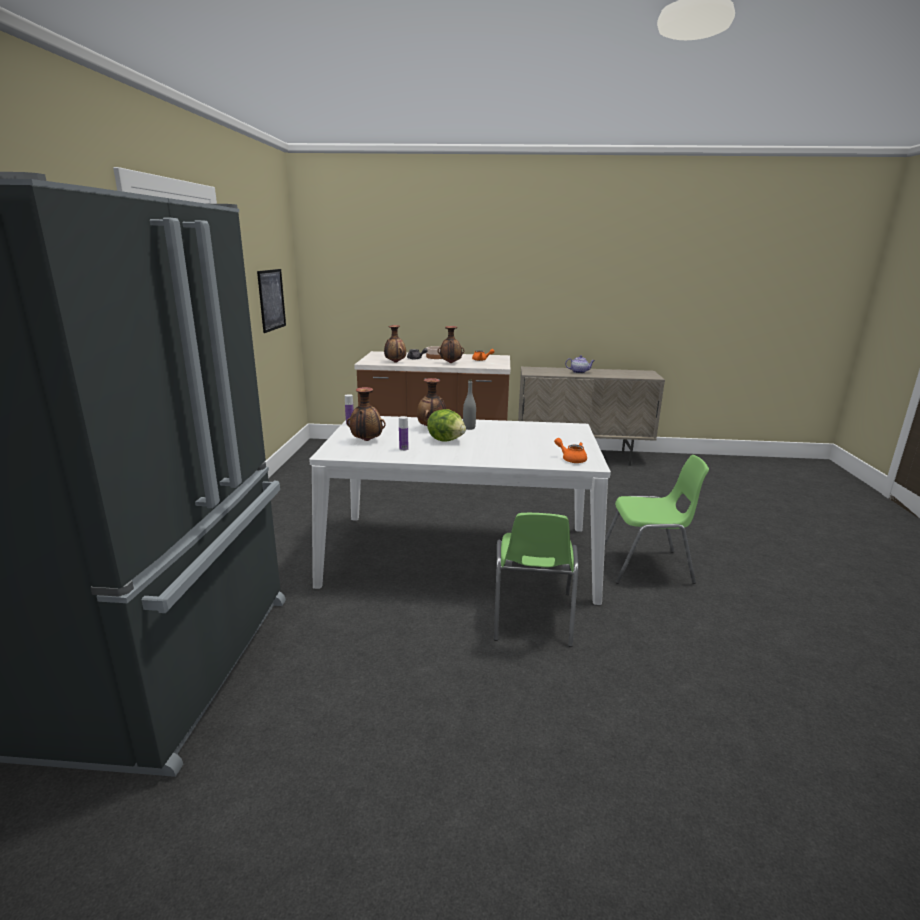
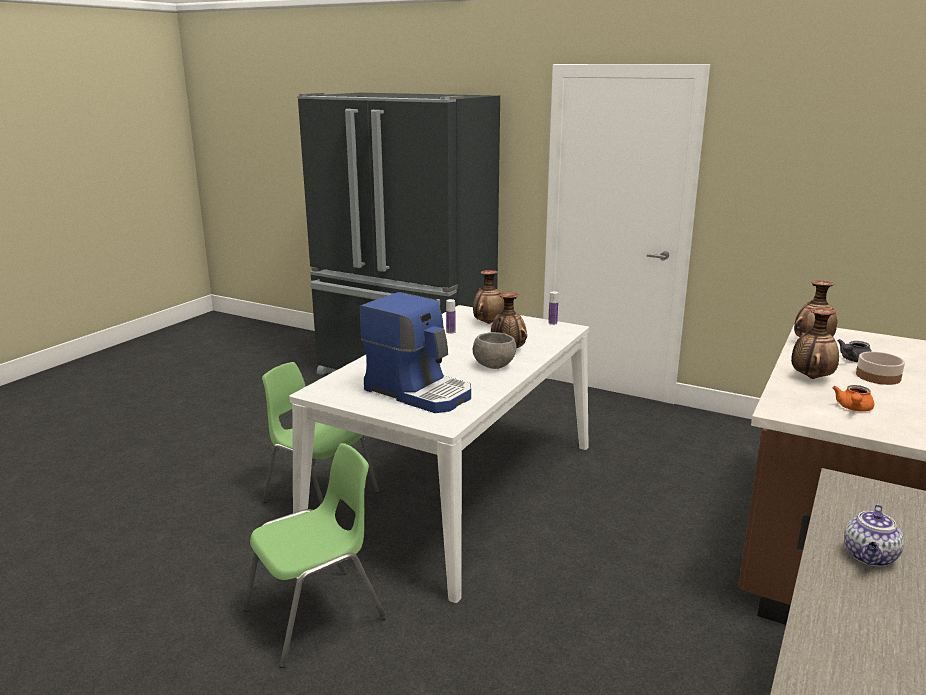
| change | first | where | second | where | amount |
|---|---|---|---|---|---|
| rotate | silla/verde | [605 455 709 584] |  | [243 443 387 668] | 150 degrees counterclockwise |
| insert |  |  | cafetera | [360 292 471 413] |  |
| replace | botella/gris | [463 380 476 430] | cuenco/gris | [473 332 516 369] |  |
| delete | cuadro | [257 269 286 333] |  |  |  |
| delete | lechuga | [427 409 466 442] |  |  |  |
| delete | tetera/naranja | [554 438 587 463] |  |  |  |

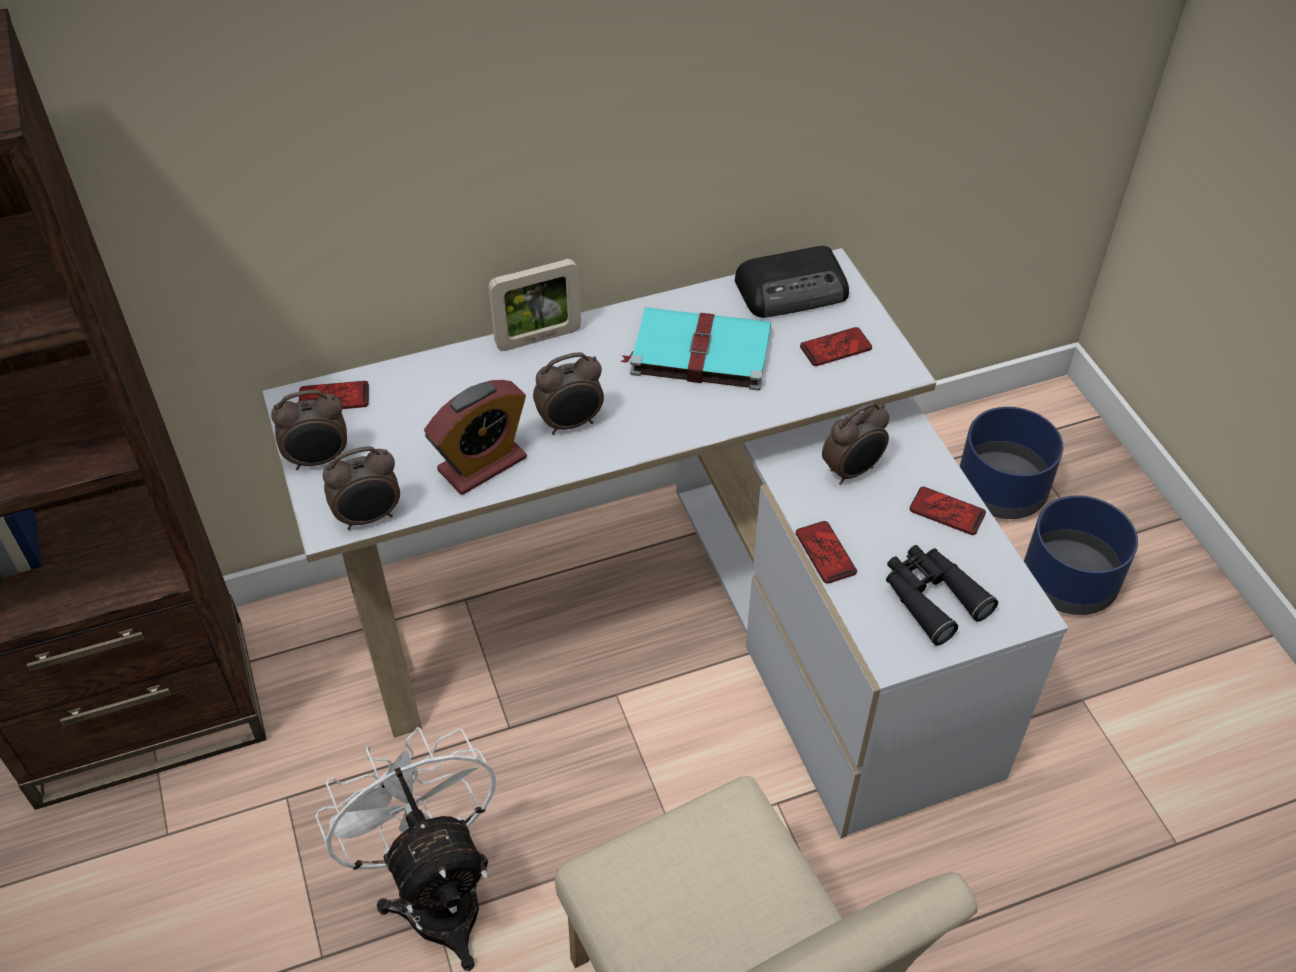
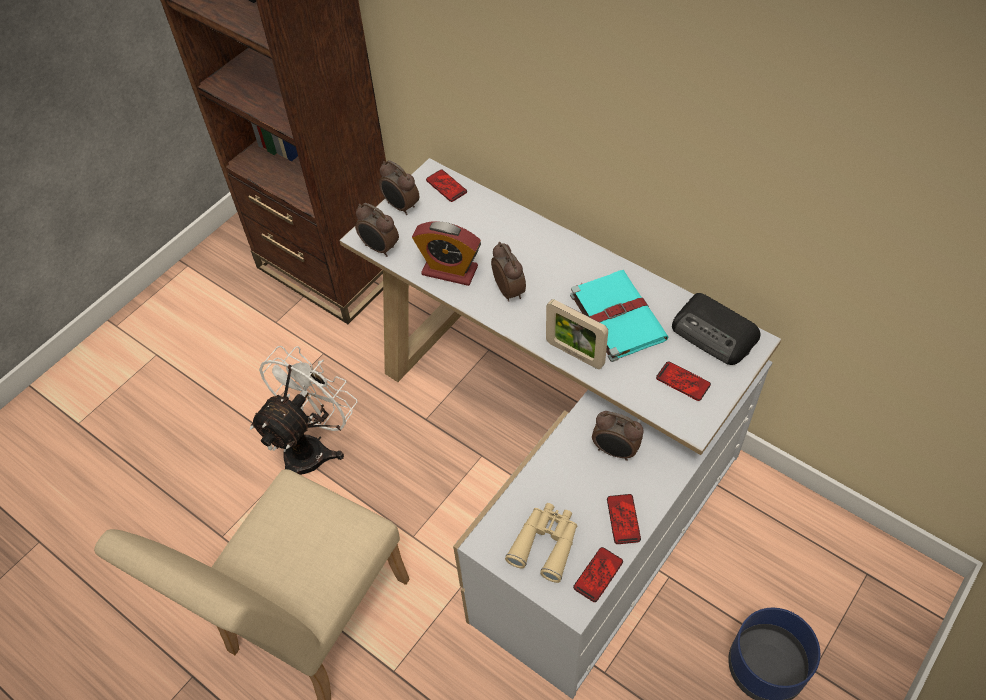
| change | first | where | second | where | amount |
|---|---|---|---|---|---|
| rotate | despertador | [533 352 604 435] |  | [491 242 526 302] | 150 degrees counterclockwise |
| recolor | prismáticos/negro | [886 545 998 646] | prismáticos/beis | [505 503 577 583] |  |
| move | portarretratos | [488 259 581 351] |  | [546 299 608 369] |  |
| move | móvil | [796 521 857 584] |  | [573 547 623 602] |  |
| delete | maceta/azul | [959 407 1063 519] |  |  |  |

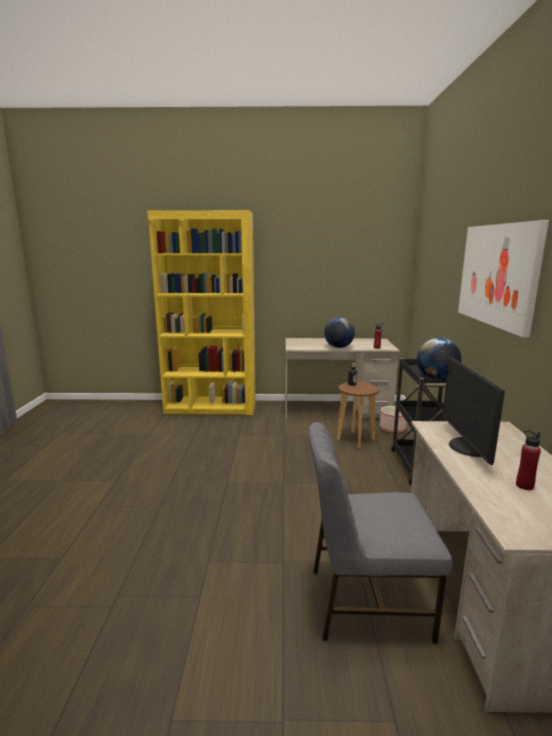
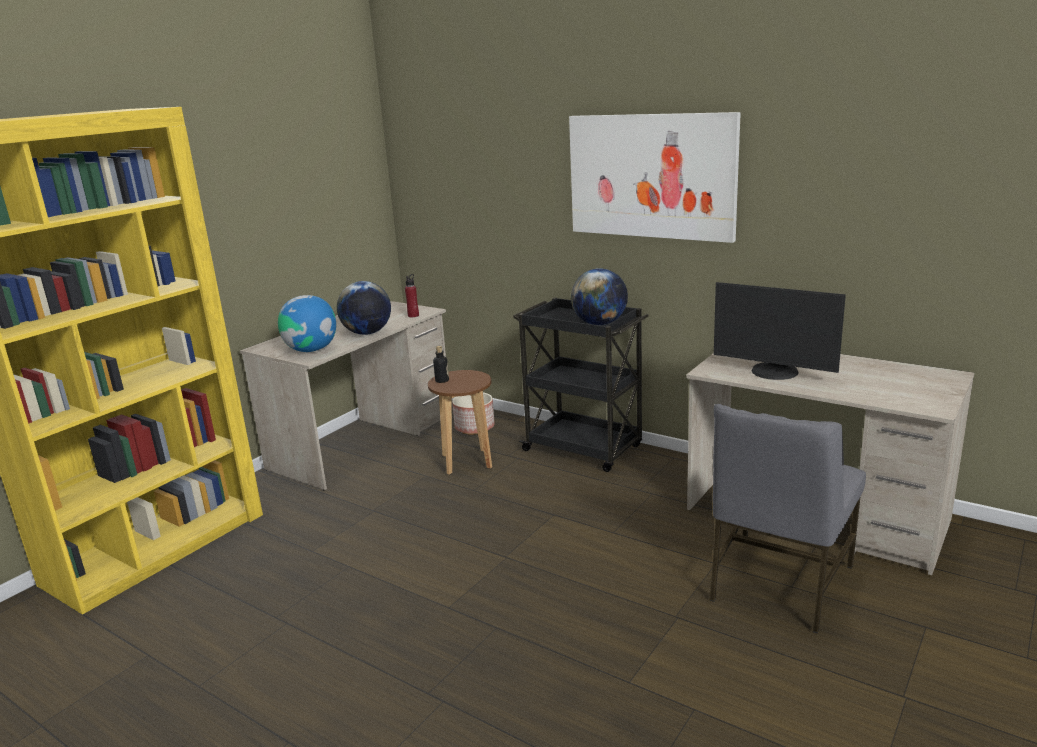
| change | first | where | second | where | amount |
|---|---|---|---|---|---|
| insert |  |  | globo terráqueo | [278 295 336 352] |  |
| delete | botella/rojo | [516 430 541 490] |  |  |  |

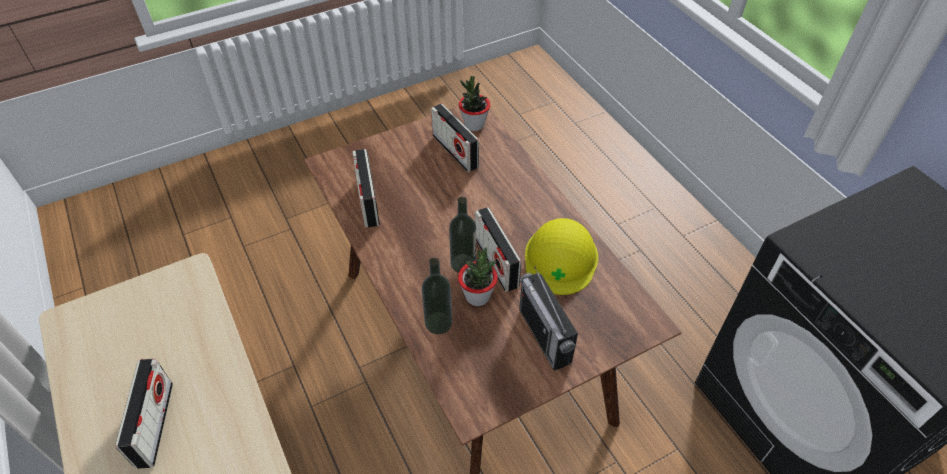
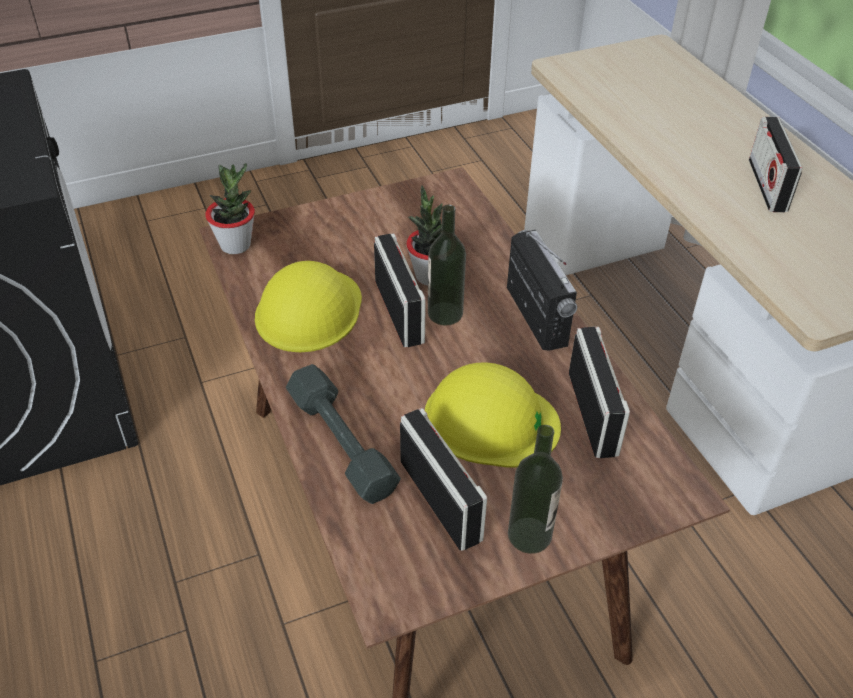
| change | first | where | second | where | amount |
|---|---|---|---|---|---|
| move | planta en maceta | [459 76 490 131] |  | [205 163 255 254] |  |
| insert |  |  | mancuerna/gris | [286 364 401 504] |  |
| insert |  |  | casco/amarillo | [425 362 561 468] |  |
| move | radio | [519 267 578 371] |  | [507 230 578 351] |  |
| move | botella | [421 258 452 334] |  | [508 425 563 554] |  |

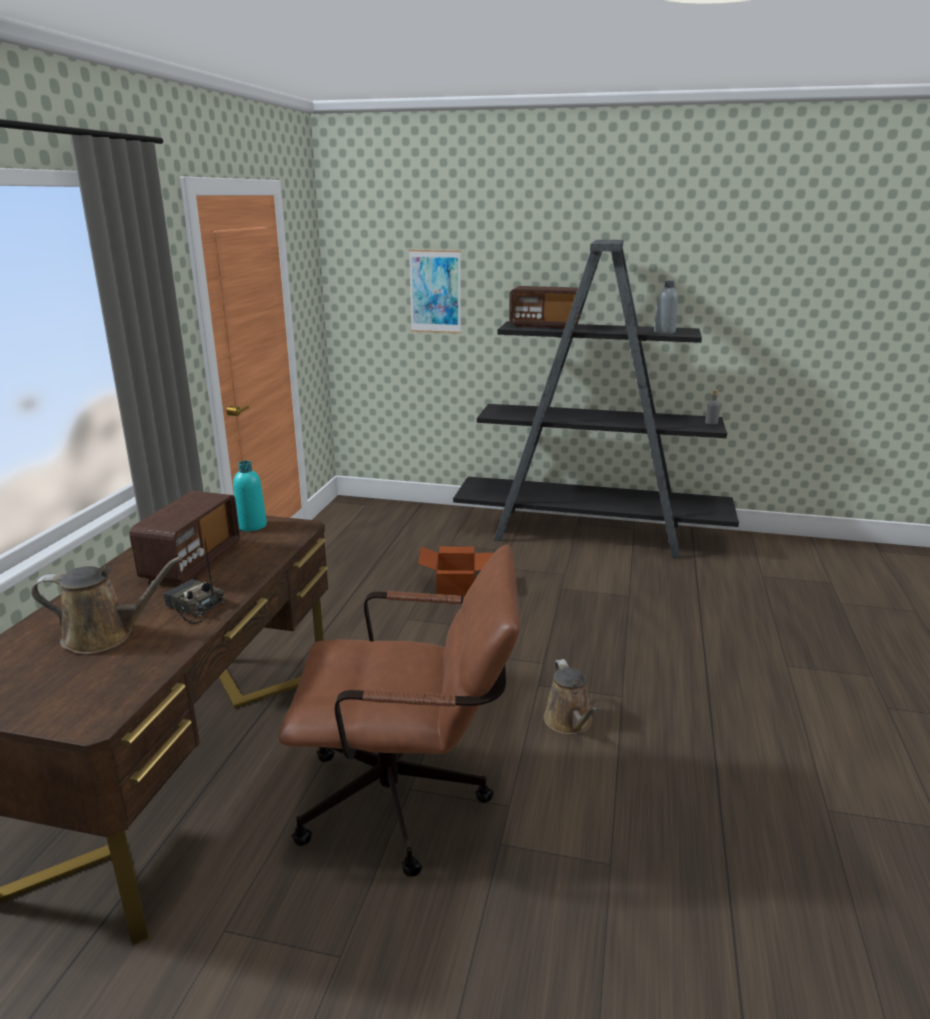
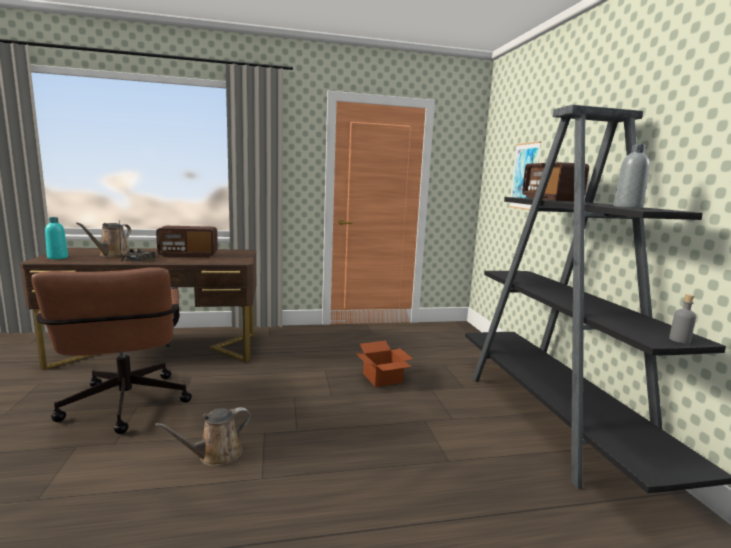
| change | first | where | second | where | amount |
|---|---|---|---|---|---|
| move | botella/turquesa | [233 461 267 531] |  | [45 217 68 259] |  |
| rotate | regadera/marrón | [31 557 182 654] |  | [76 223 131 257] | 45 degrees clockwise |

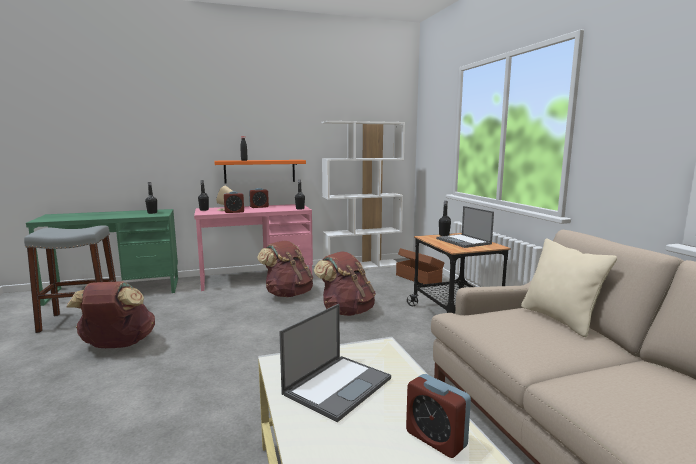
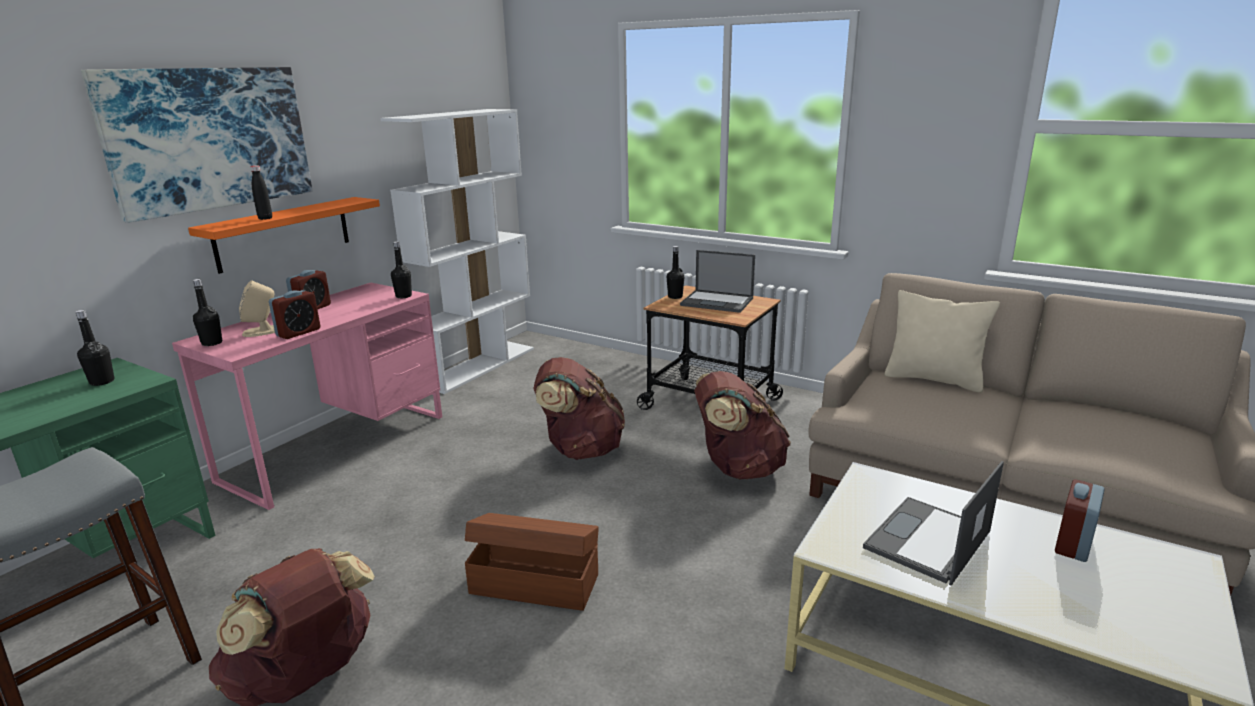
| change | first | where | second | where | amount |
|---|---|---|---|---|---|
| insert |  |  | cuadro | [81 67 312 223] |  |
| move | caja de almacenaje/marrón | [396 248 445 284] |  | [465 513 599 611] |  |
| move | mochila/marrón | [257 241 313 297] |  | [694 371 791 480] |  |
| rotate | portátil | [279 304 391 422] |  | [863 461 1004 585] | 135 degrees counterclockwise |
| rotate | despertador | [406 374 471 458] |  | [1055 479 1105 562] | 120 degrees clockwise |

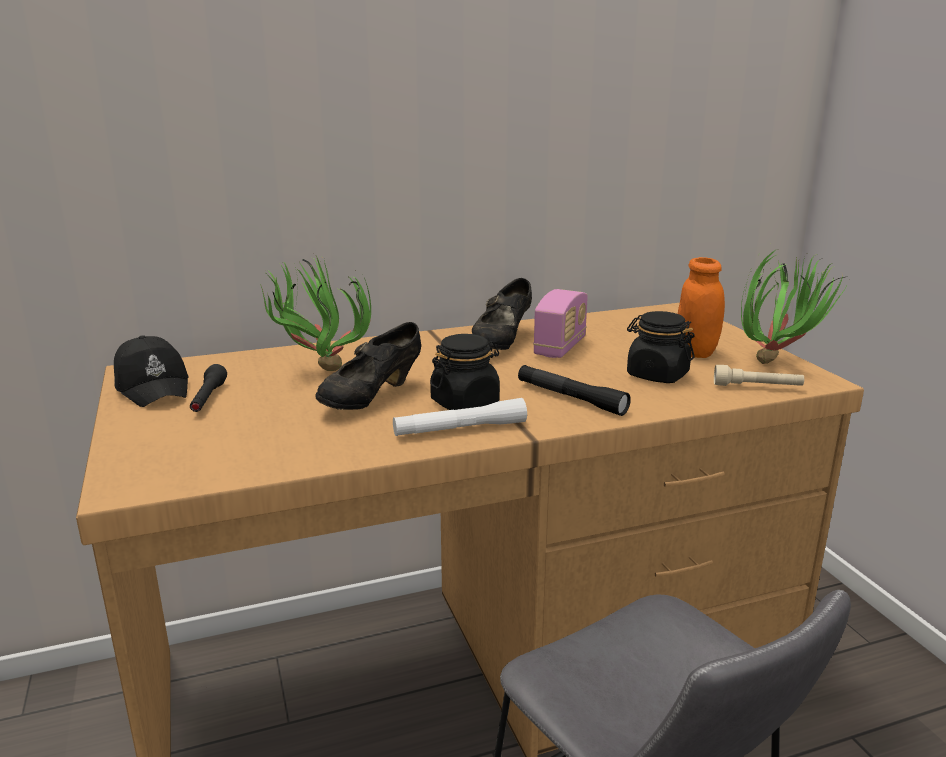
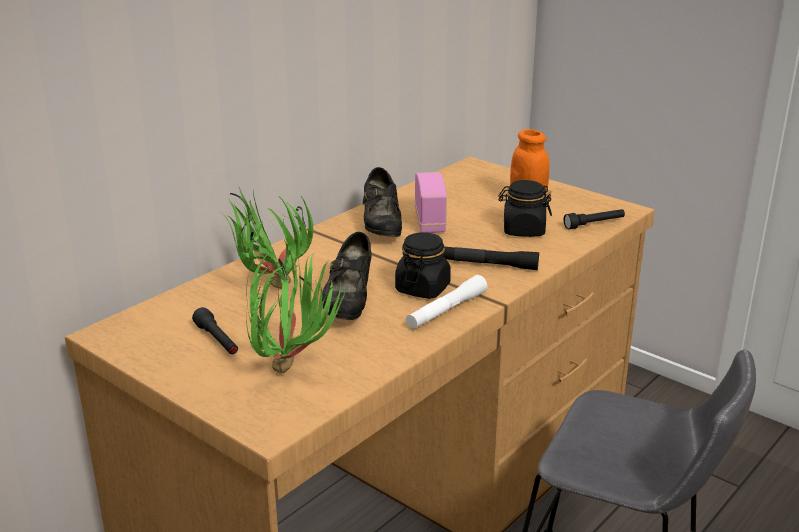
| change | first | where | second | where | amount |
|---|---|---|---|---|---|
| move | planta en maceta | [741 244 850 364] |  | [246 250 348 374] |  |
| recolor | linterna/beis | [714 365 804 386] | linterna/negro | [564 209 625 229] |  |
| delete | gorra/negro | [114 335 189 407] |  |  |  |

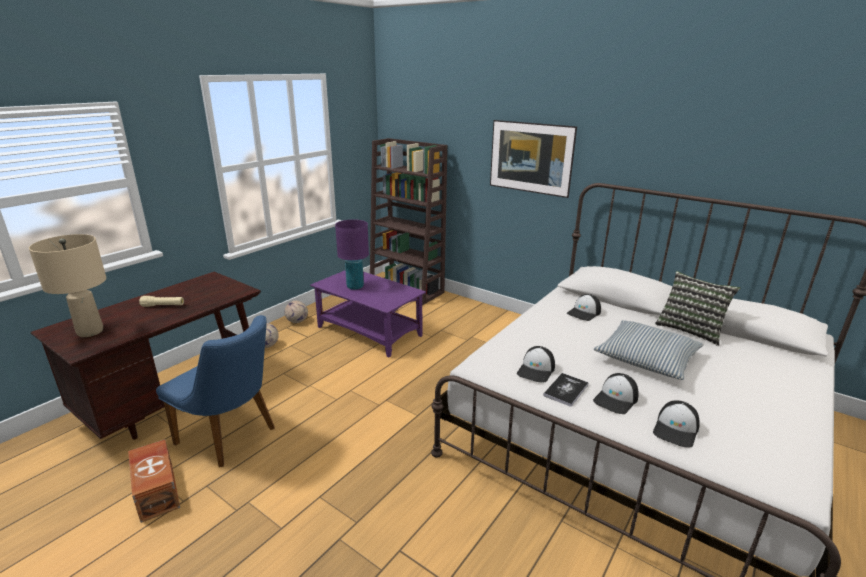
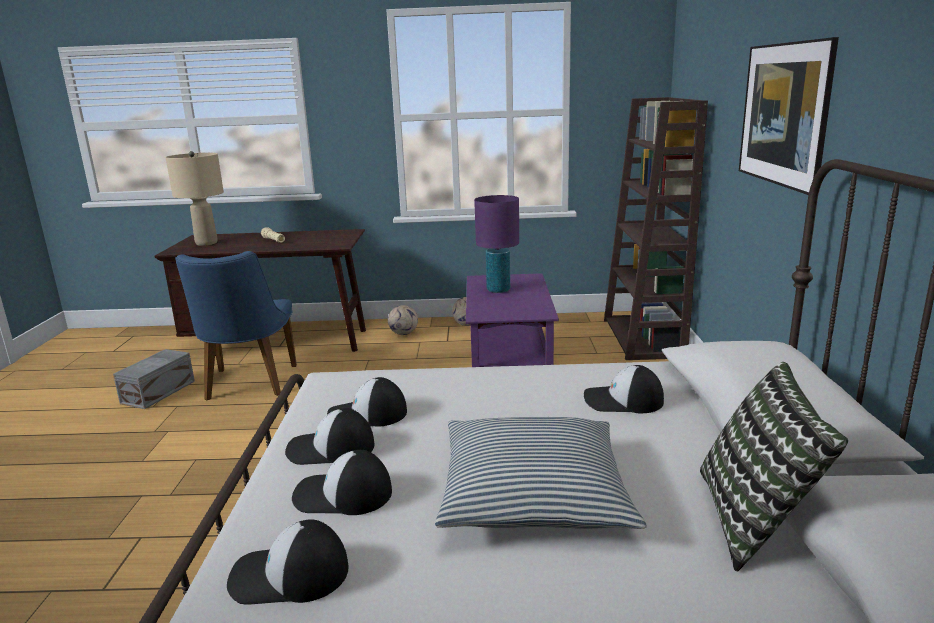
| change | first | where | second | where | amount |
|---|---|---|---|---|---|
| recolor | caja de almacenaje/marrón | [128 439 180 523] | caja de almacenaje/gris | [113 349 195 409] |  |
| replace | libro | [543 373 589 407] | gorra | [285 408 374 465] |  |

